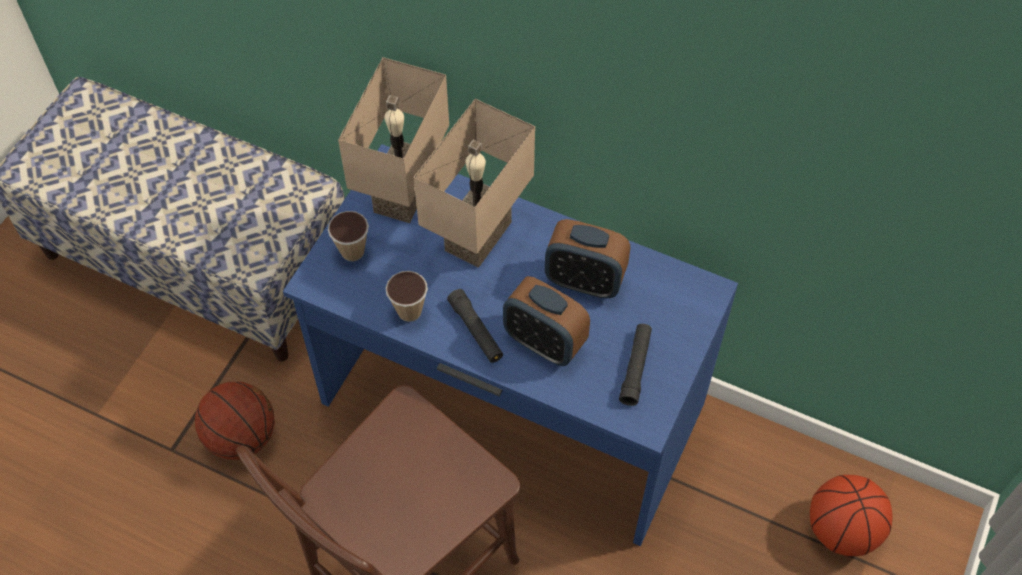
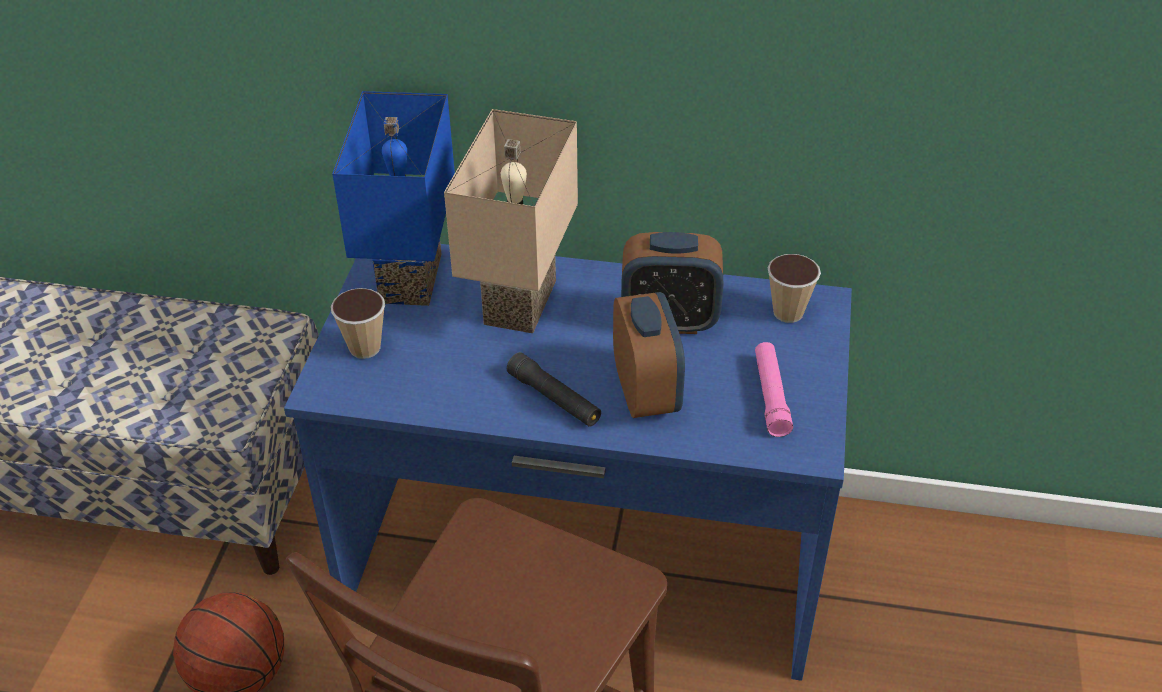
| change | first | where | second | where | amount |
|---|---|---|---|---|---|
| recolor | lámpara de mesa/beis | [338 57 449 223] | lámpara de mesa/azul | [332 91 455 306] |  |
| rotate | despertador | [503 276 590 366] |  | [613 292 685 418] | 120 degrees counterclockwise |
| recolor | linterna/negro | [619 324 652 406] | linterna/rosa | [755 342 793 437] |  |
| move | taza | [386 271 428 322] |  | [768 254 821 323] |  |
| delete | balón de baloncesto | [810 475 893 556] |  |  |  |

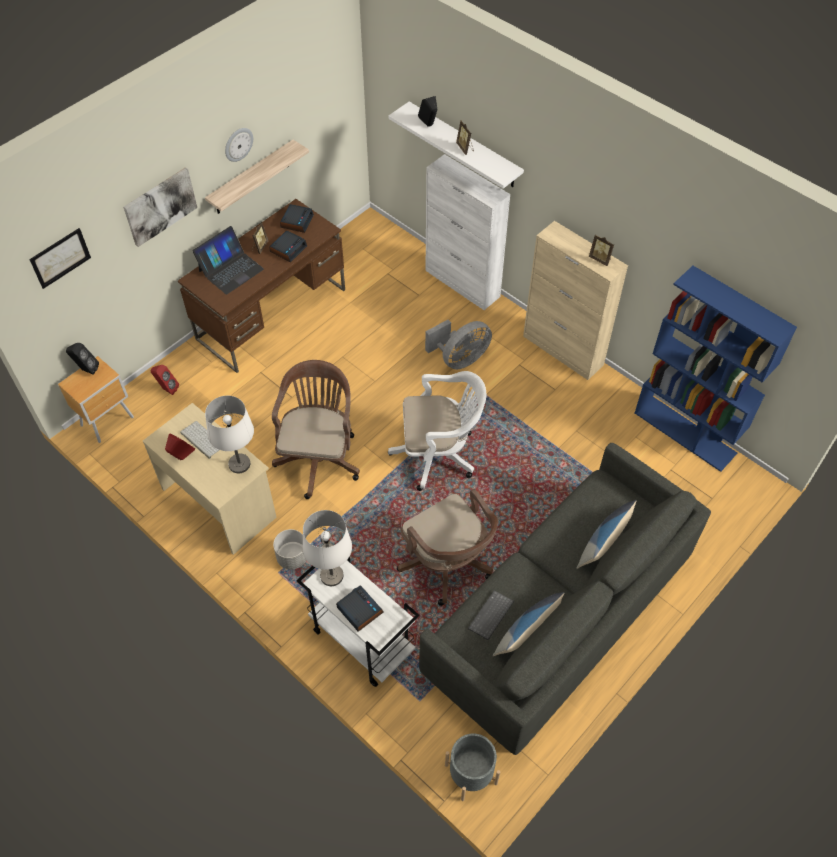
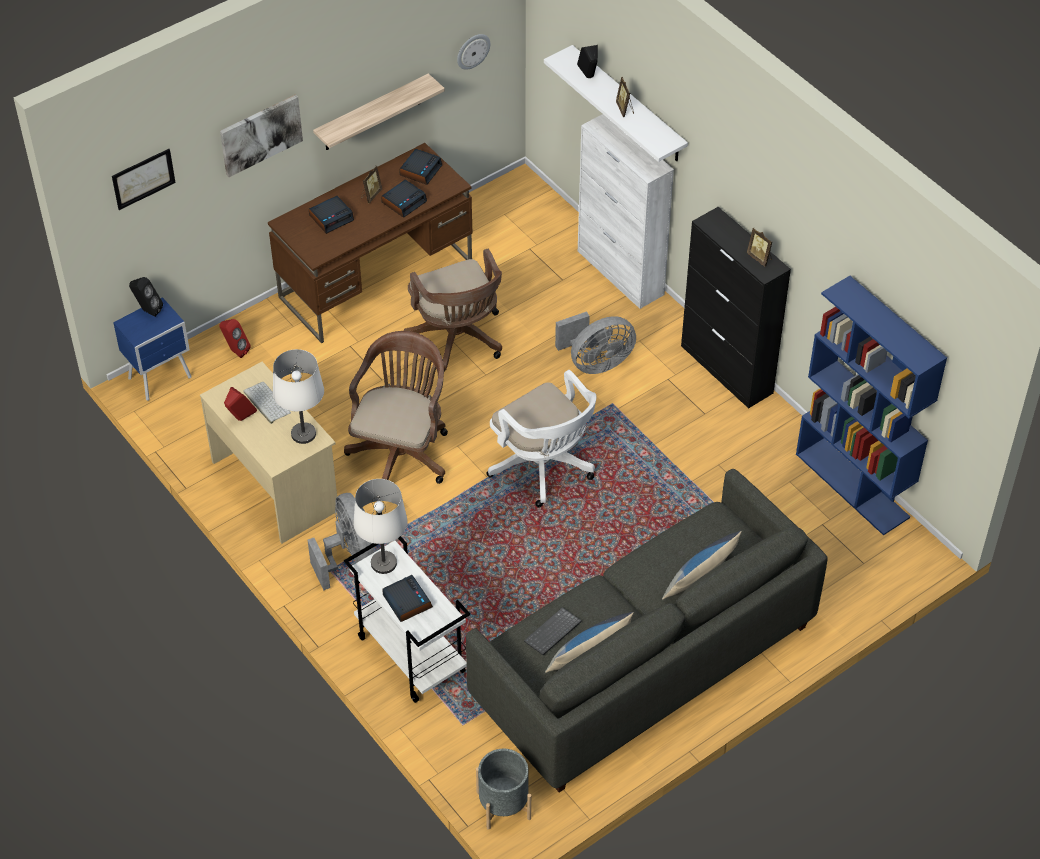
| change | first | where | second | where | amount |
|---|---|---|---|---|---|
| recolor | mesita de noche/marrón | [58 356 134 443] | mesita de noche/azul | [113 297 192 401] |  |
| replace | maceta/gris | [273 529 307 570] | ventilador/gris | [308 493 375 590] |  |
| replace | portátil | [193 226 264 295] | despertador | [309 196 354 234] |  |
| move | silla de oficina/marrón | [397 489 498 606] |  | [403 249 502 371] |  |
| move | reloj de pared | [225 128 253 162] |  | [457 34 490 70] |  |
| rotate | silla de oficina/blanco | [388 371 486 491] |  | [487 370 596 508] | 45 degrees clockwise |
| recolor | armario/beis | [523 221 628 380] | armario/negro | [681 207 791 409] |  |

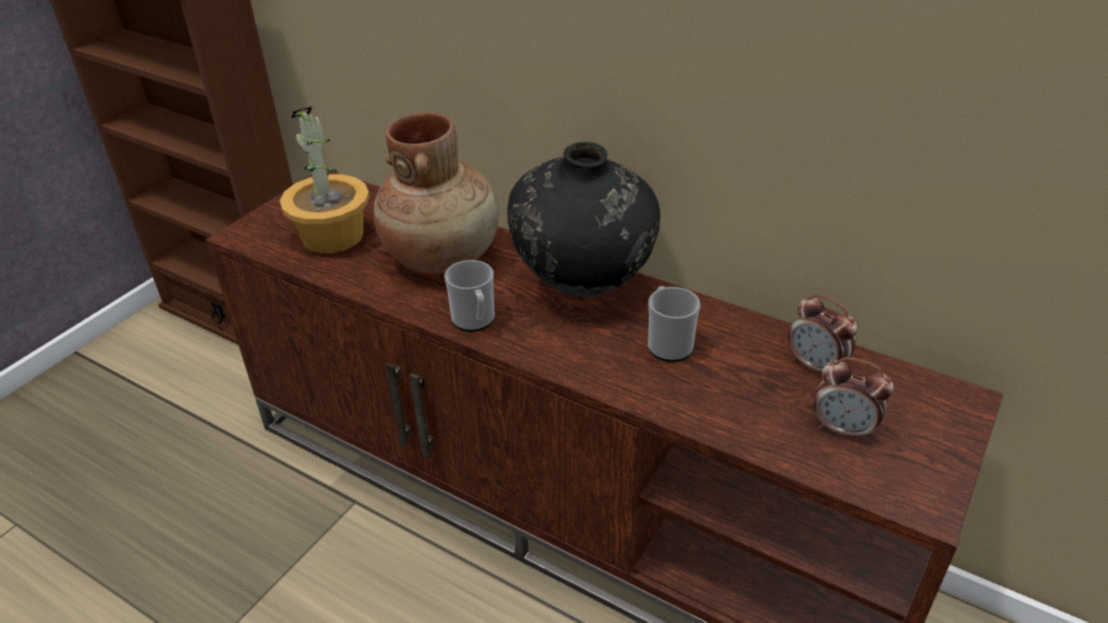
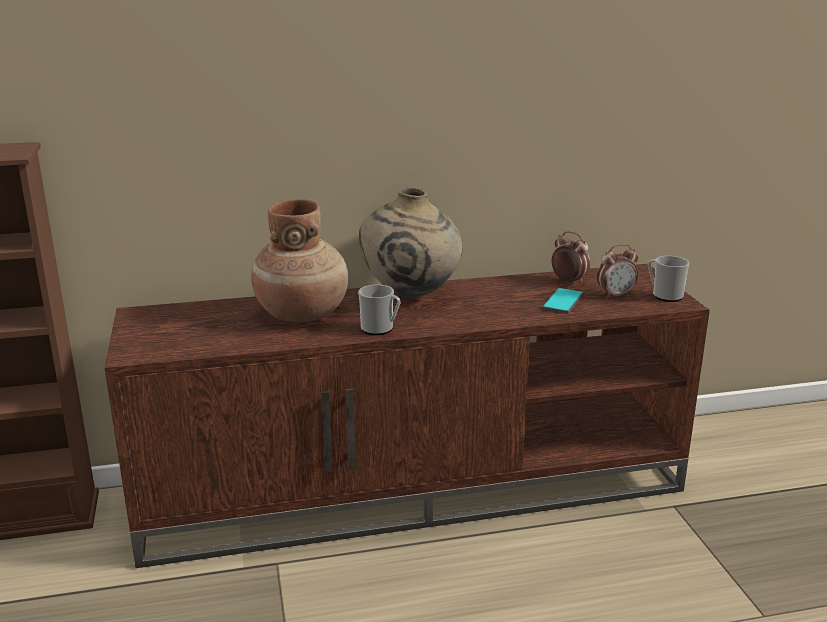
| change | first | where | second | where | amount |
|---|---|---|---|---|---|
| recolor | florero/negro | [507 142 660 297] | florero/beis | [359 187 463 299] |  |
| insert |  |  | móvil | [542 288 584 314] |  |
| rotate | despertador | [788 294 858 372] |  | [552 231 590 285] | 135 degrees counterclockwise |
| move | taza grande | [648 286 700 362] |  | [648 256 689 302] |  |
| delete | planta en maceta | [280 107 370 253] |  |  |  |

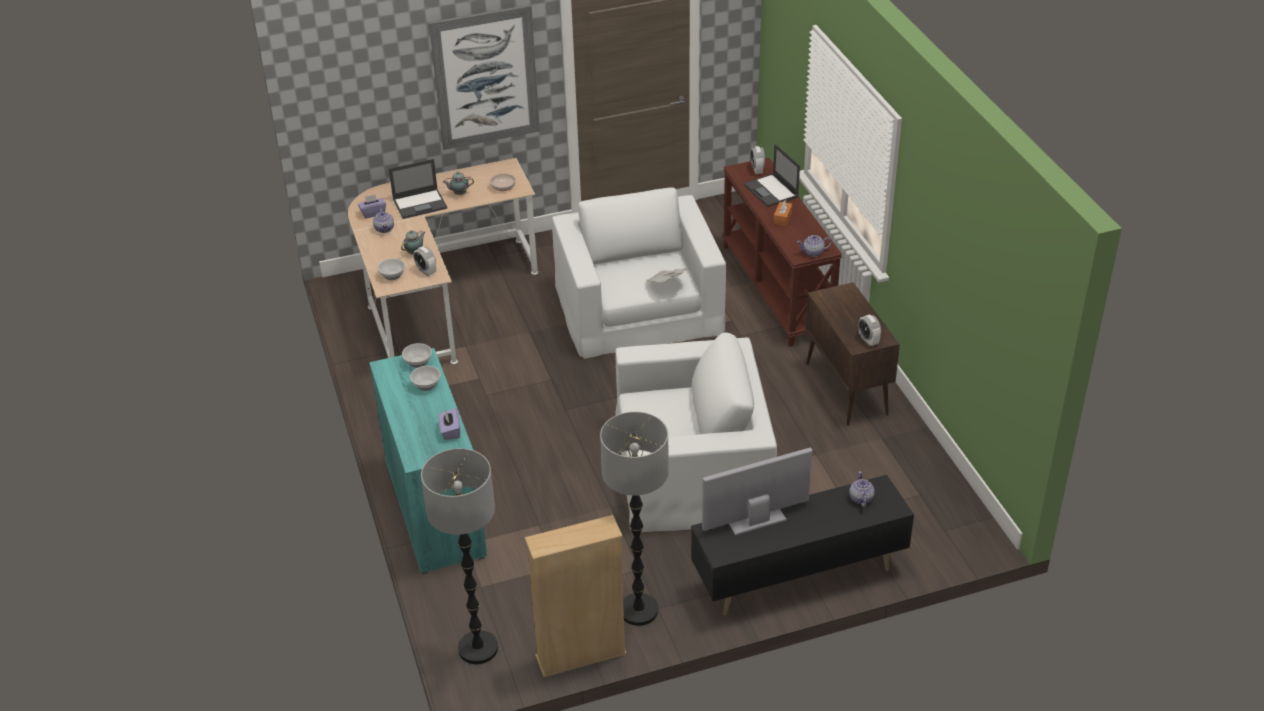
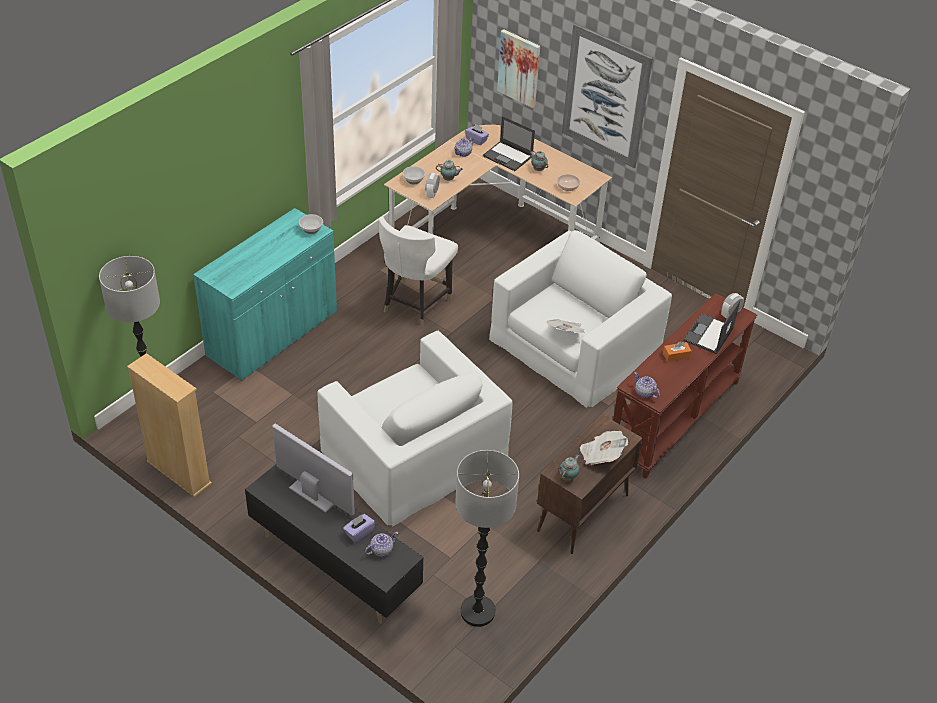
| change | first | where | second | where | amount |
|---|---|---|---|---|---|
| move | caja de pañuelos/morado | [438 408 460 440] |  | [343 514 375 543] |  |
| insert |  |  | silla/blanco | [379 217 458 327] |  |
| move | lámpara de pie | [600 412 669 626] |  | [455 450 519 627] |  |
| insert |  |  | cuadro | [497 29 540 108] |  |
| replace | despertador | [858 315 881 346] | tetera | [559 454 580 481] |  |
| insert |  |  | periódico | [580 431 628 465] |  |
| delete | cuenco | [410 366 441 391] |  |  |  |

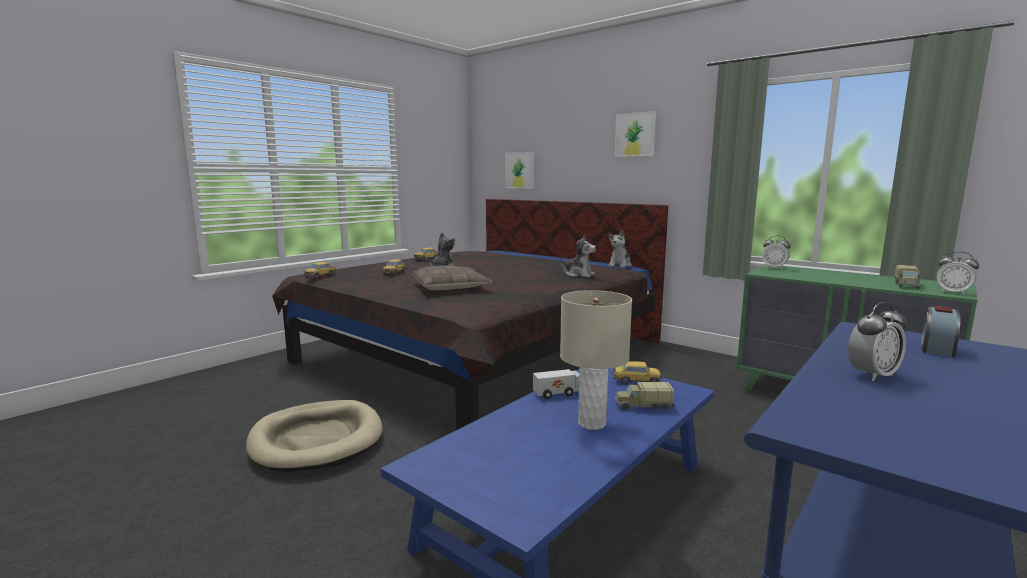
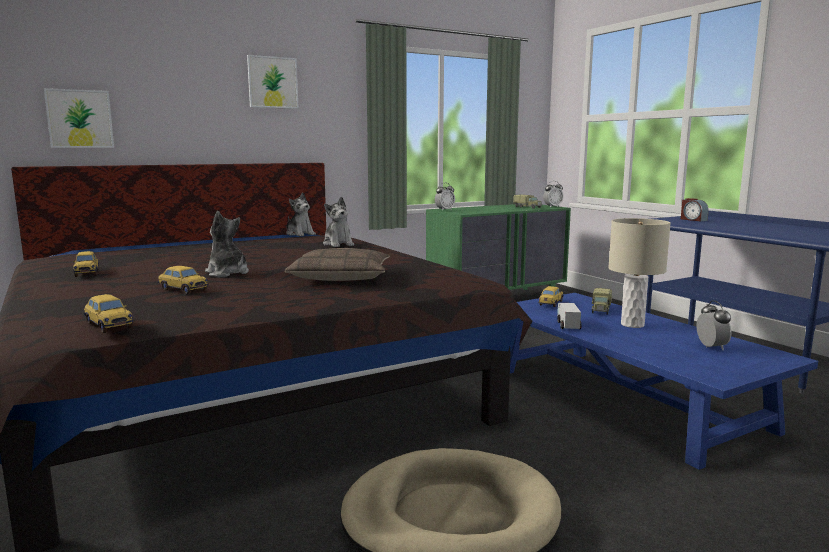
| change | first | where | second | where | amount |
|---|---|---|---|---|---|
| rotate | peluche | [559 234 596 277] |  | [323 197 354 247] | 105 degrees clockwise |
| move | despertador | [848 302 907 381] |  | [696 300 731 350] |  |

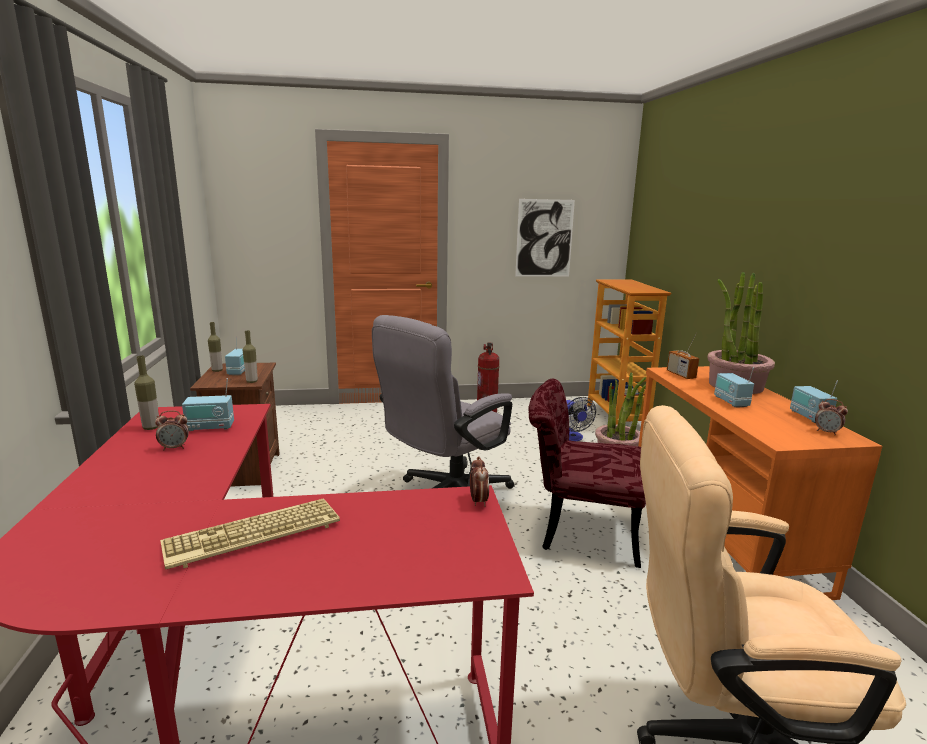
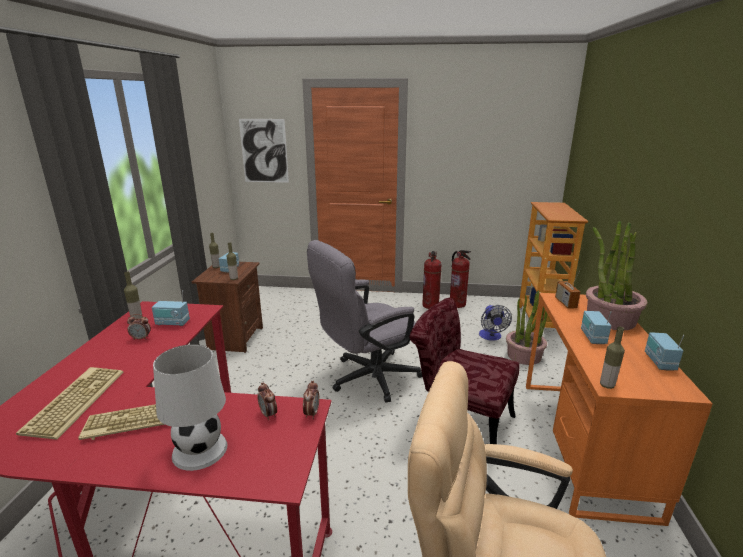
| change | first | where | second | where | amount |
|---|---|---|---|---|---|
| insert |  |  | teclado | [16 367 124 440] |  |
| insert |  |  | lámpara de mesa/blanco | [153 344 227 471] |  |
| move | cuadro | [515 199 575 276] |  | [239 119 289 183] |  |
| move | despertador | [815 399 848 435] |  | [257 382 277 420] |  |
| insert |  |  | extintor | [450 250 471 308] |  |
| insert |  |  | botella | [600 327 625 389] |  |

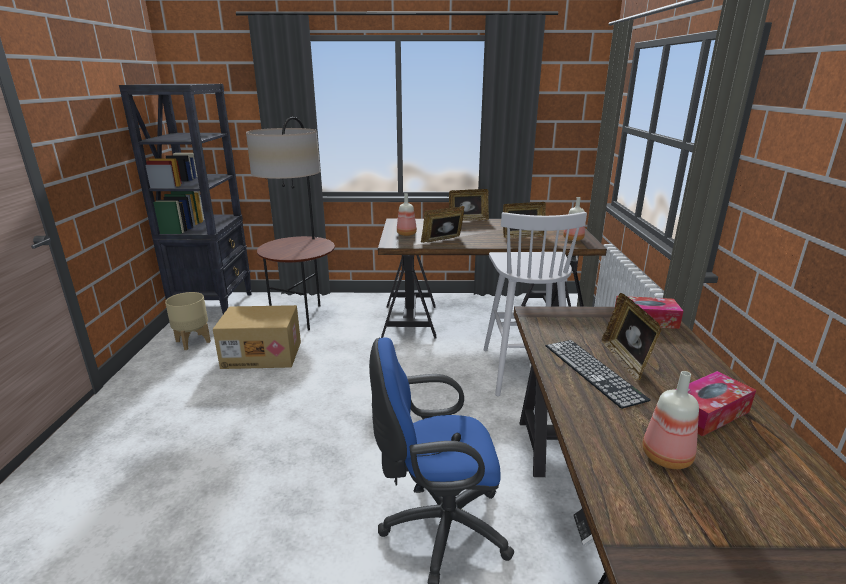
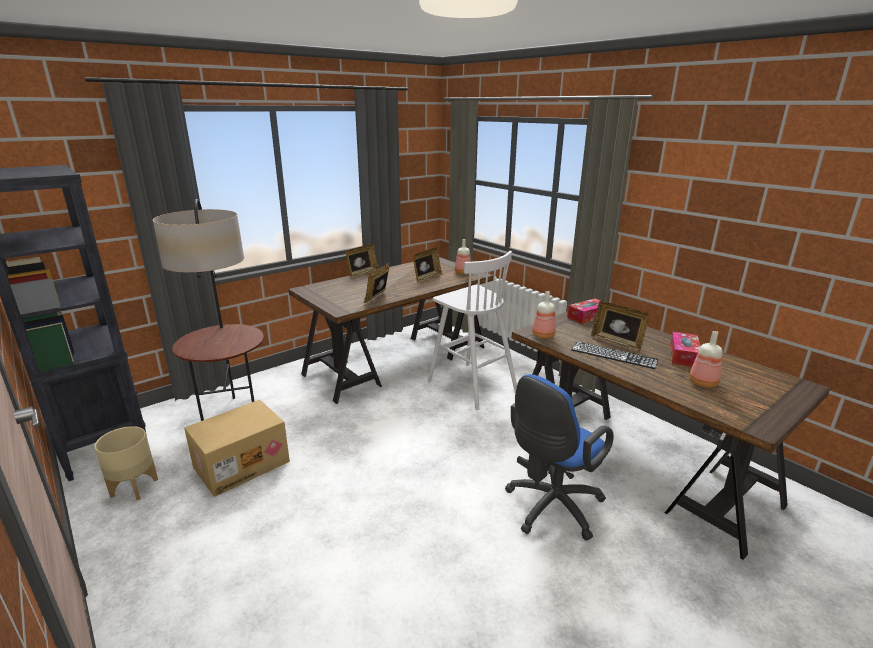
| change | first | where | second | where | amount |
|---|---|---|---|---|---|
| move | botella | [397 193 417 236] |  | [532 291 556 339] |  |

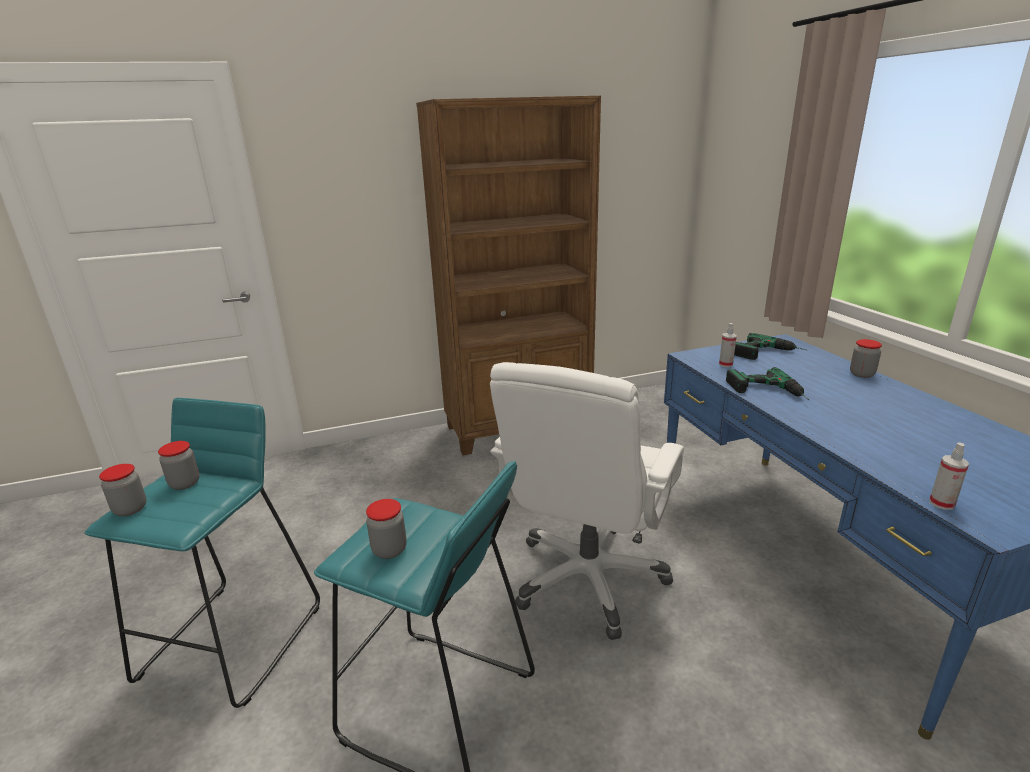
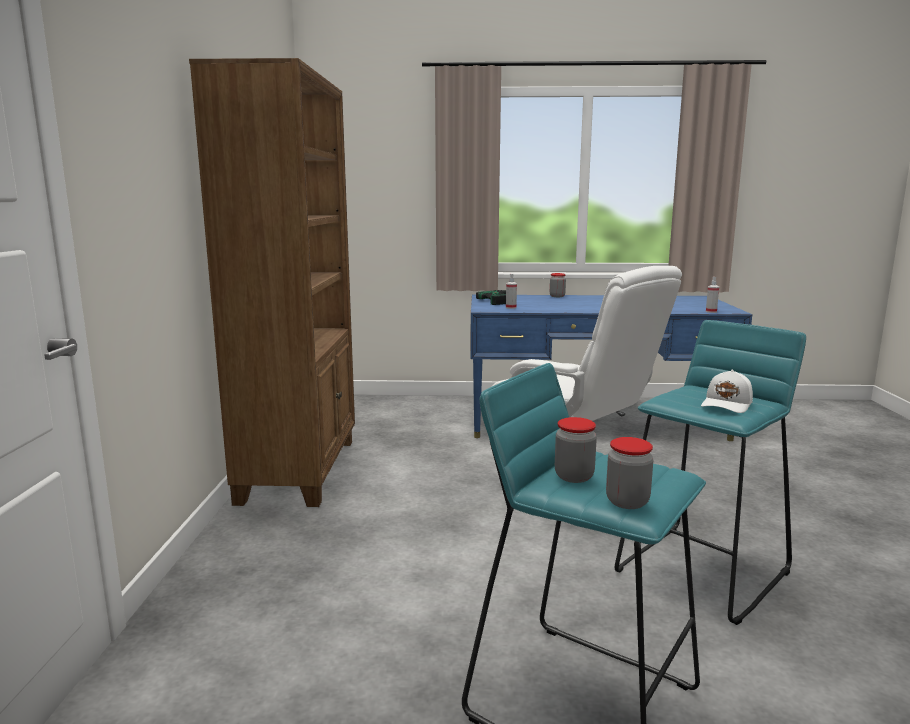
| change | first | where | second | where | amount |
|---|---|---|---|---|---|
| replace | tarro | [366 499 407 559] | gorra/blanco | [701 370 753 413] |  |
| delete | taladro | [726 367 809 400] |  |  |  |

